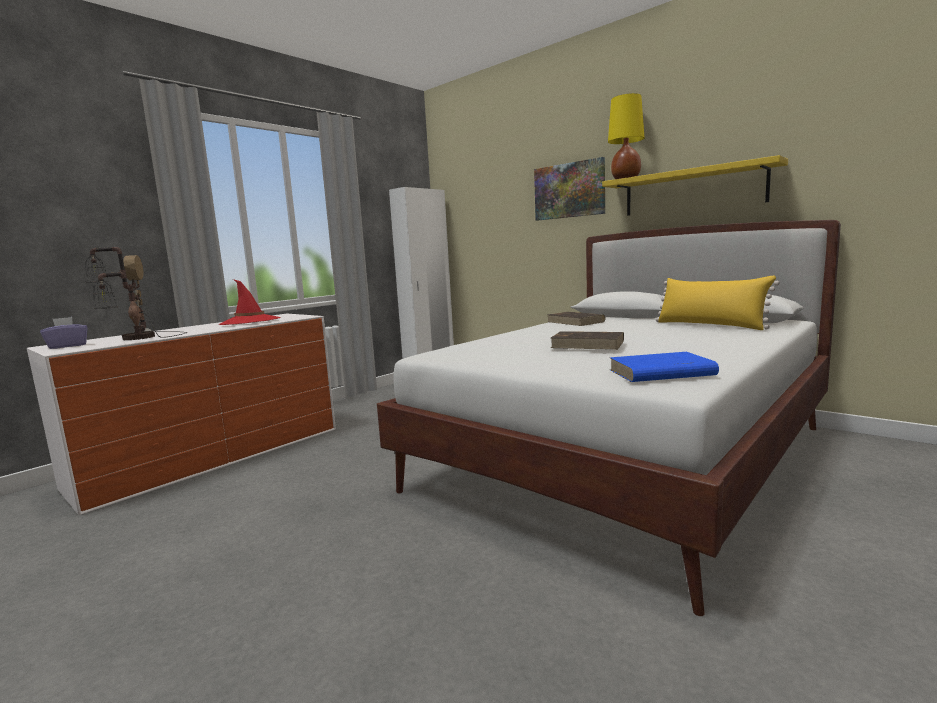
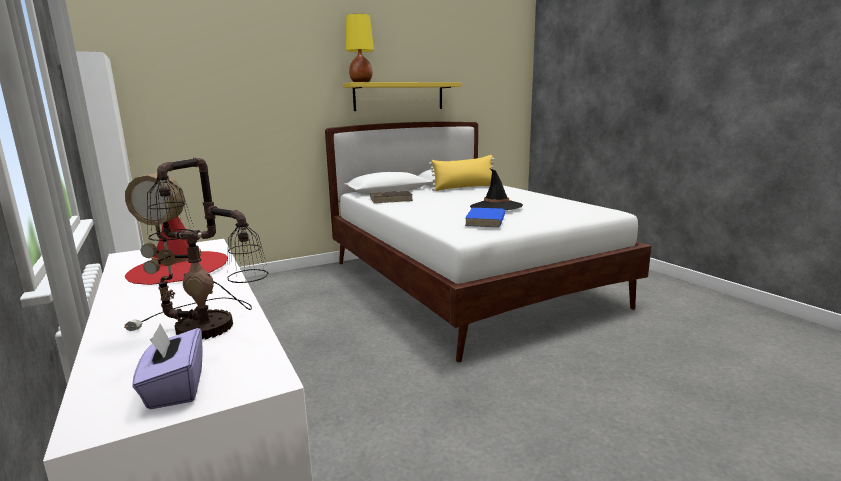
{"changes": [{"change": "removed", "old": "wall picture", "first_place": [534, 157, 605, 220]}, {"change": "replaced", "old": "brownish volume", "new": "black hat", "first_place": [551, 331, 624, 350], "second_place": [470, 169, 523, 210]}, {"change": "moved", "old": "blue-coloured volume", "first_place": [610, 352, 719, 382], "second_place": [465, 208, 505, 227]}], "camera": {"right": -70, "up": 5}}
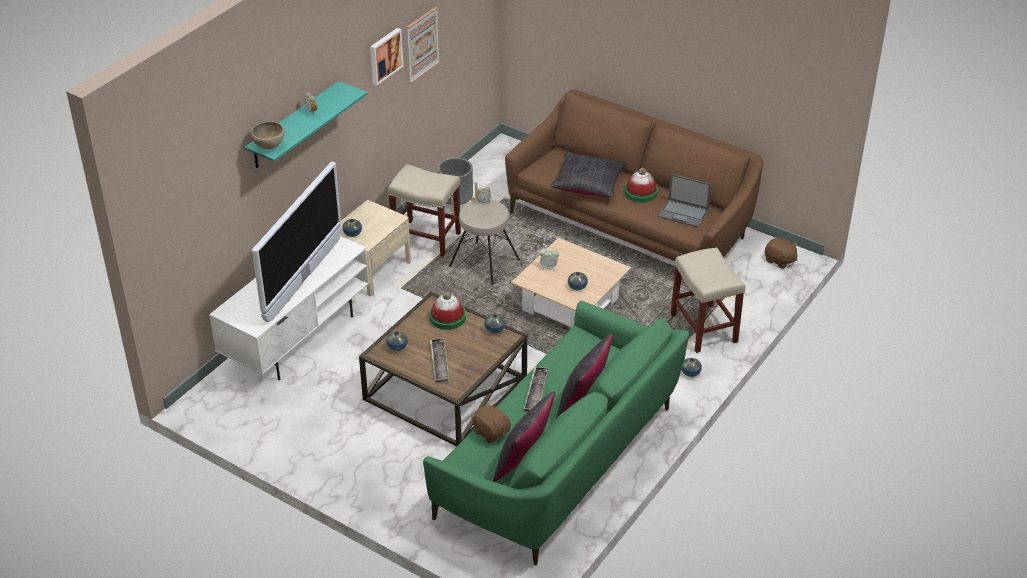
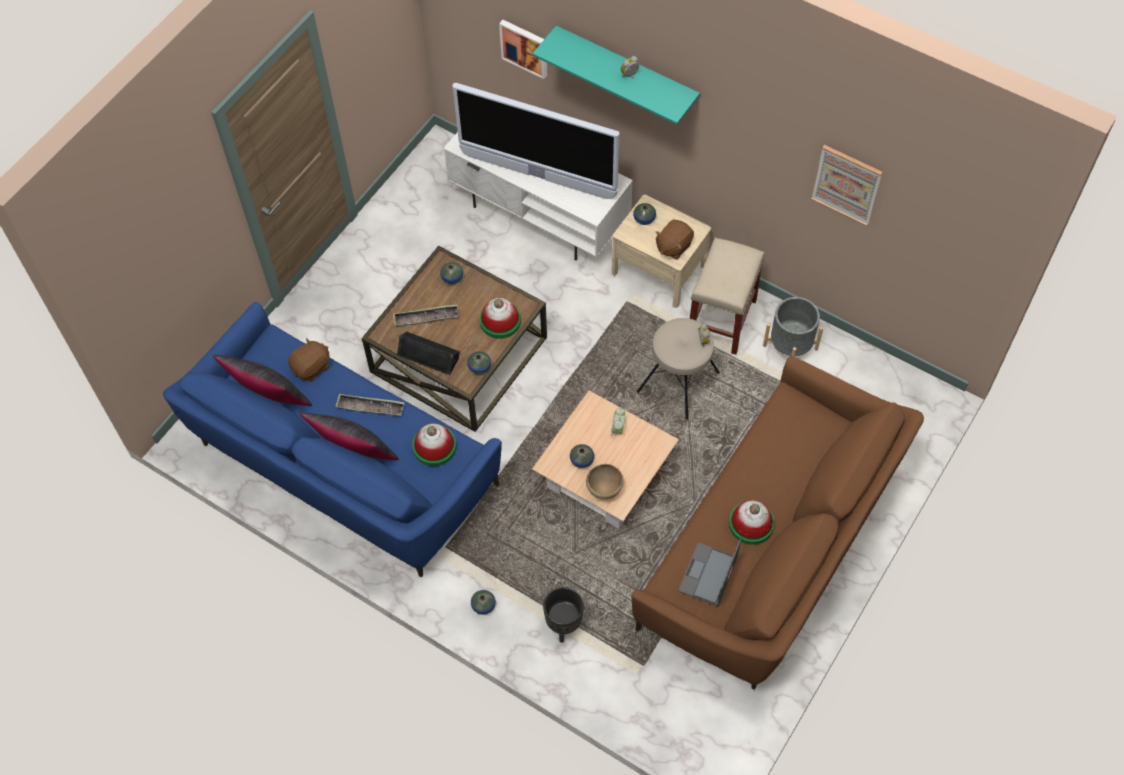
{"changes": [{"change": "moved", "old": "wall picture", "first_place": [370, 28, 403, 85], "second_place": [499, 20, 547, 79]}, {"change": "moved", "old": "brownish bowl", "first_place": [251, 122, 284, 149], "second_place": [586, 464, 624, 499]}, {"change": "removed", "old": "black throw pillow", "first_place": [550, 153, 627, 197]}, {"change": "moved", "old": "brownish cuddly toy", "first_place": [765, 237, 797, 269], "second_place": [655, 219, 694, 260]}, {"change": "replaced", "old": "beige stool", "new": "black flower pot", "first_place": [670, 248, 745, 353], "second_place": [543, 587, 584, 643]}, {"change": "recoloured", "old": "green-coloured couch", "new": "blue-coloured couch", "first_place": [423, 301, 689, 565], "second_place": [163, 302, 502, 578]}, {"change": "added", "new": "black speaker", "second_place": [397, 332, 460, 375]}, {"change": "added", "new": "hat", "second_place": [412, 423, 456, 466]}], "camera": {"right": 90, "up": 20}}
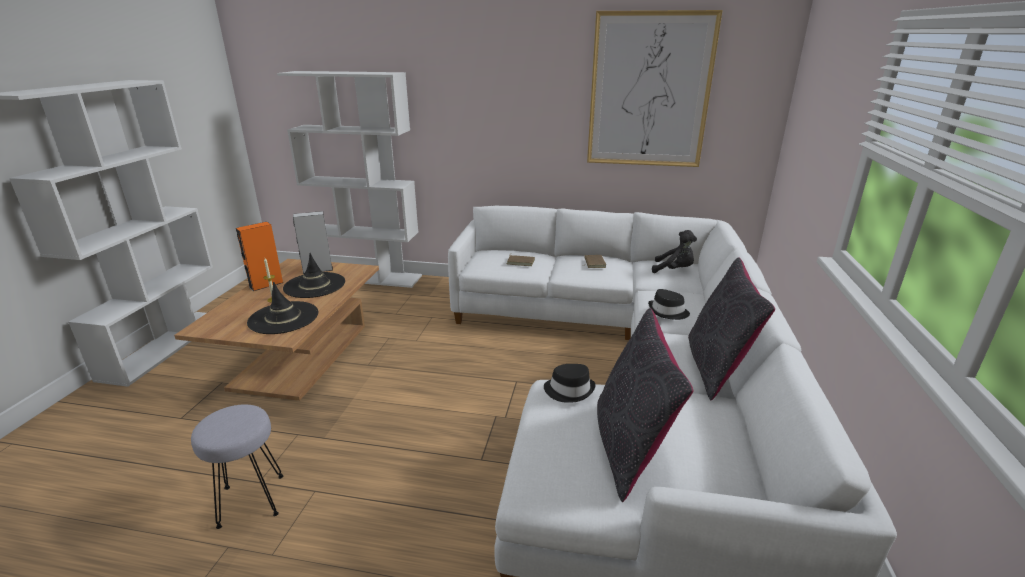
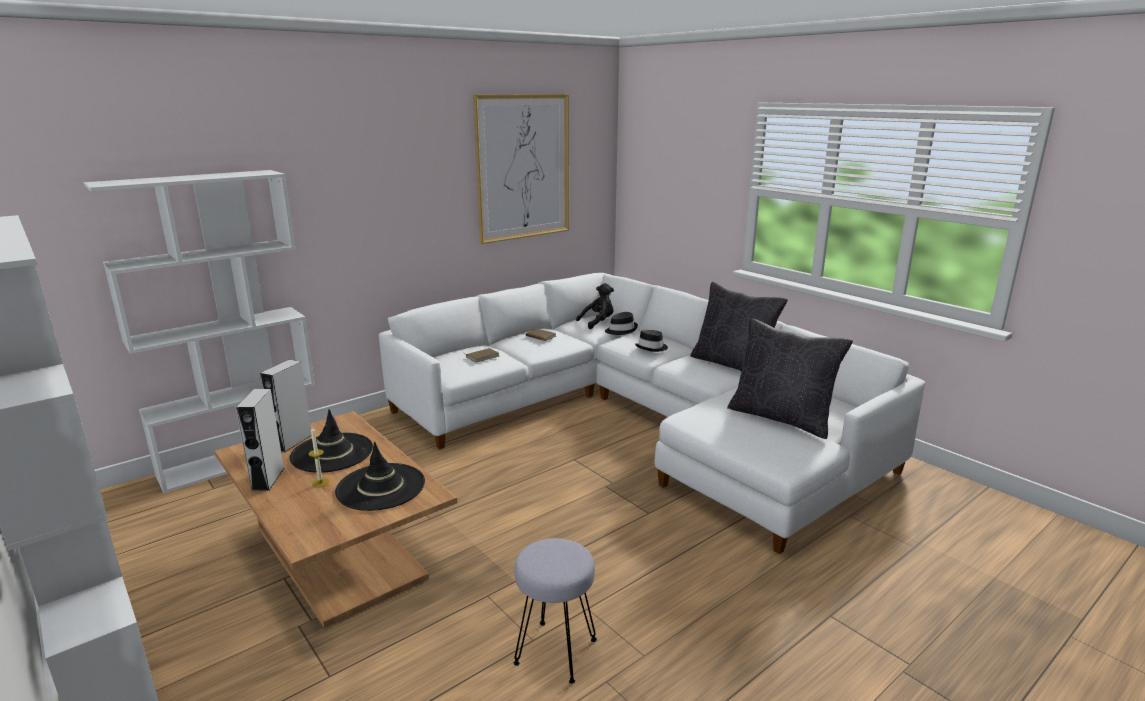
{"changes": [{"change": "recoloured", "old": "orange-coloured speaker", "new": "greyish speaker", "first_place": [236, 222, 284, 291], "second_place": [236, 389, 284, 491]}, {"change": "moved", "old": "black hat", "first_place": [544, 364, 596, 403], "second_place": [605, 312, 638, 335]}], "camera": {"right": -50, "up": -5}}
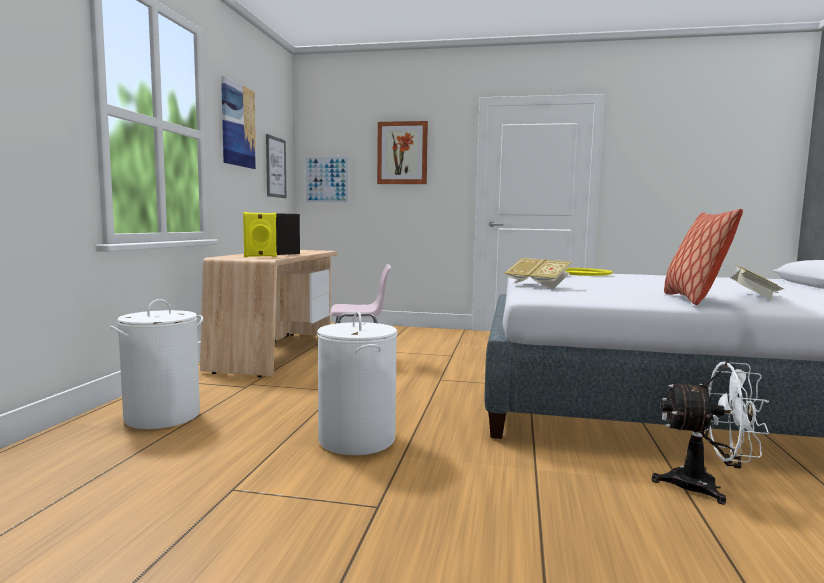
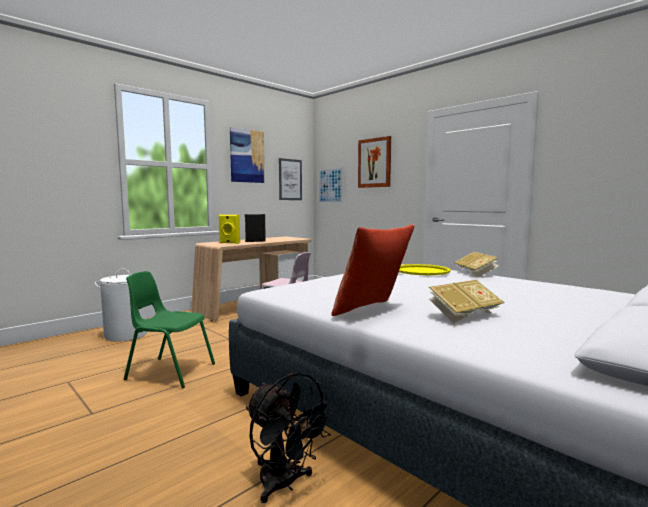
{"changes": [{"change": "moved", "old": "volume", "first_place": [504, 258, 572, 289], "second_place": [454, 252, 498, 277]}, {"change": "replaced", "old": "white-coloured hamper", "new": "green-coloured plain chair", "first_place": [317, 311, 397, 455], "second_place": [124, 271, 215, 388]}, {"change": "recoloured", "old": "white-coloured cooling fan", "new": "black cooling fan", "first_place": [652, 361, 769, 505], "second_place": [246, 373, 336, 503]}], "camera": {"right": 35, "up": 0}}
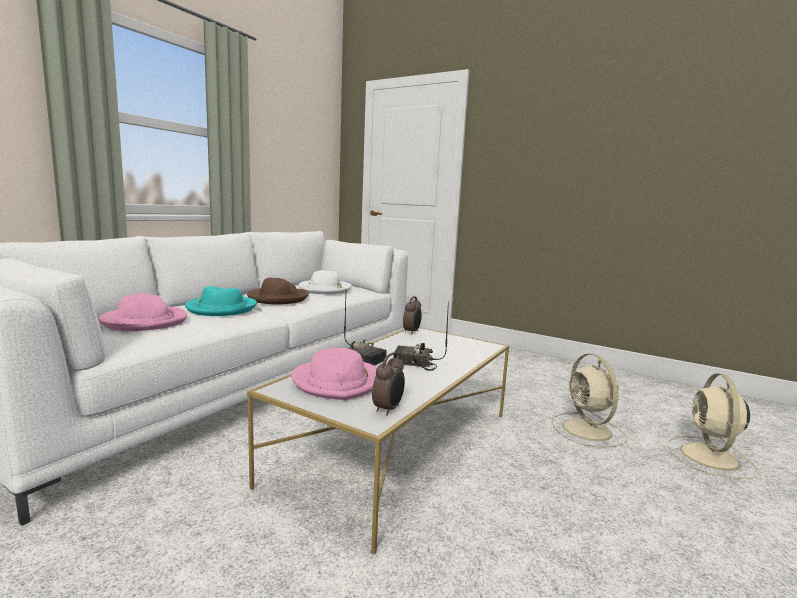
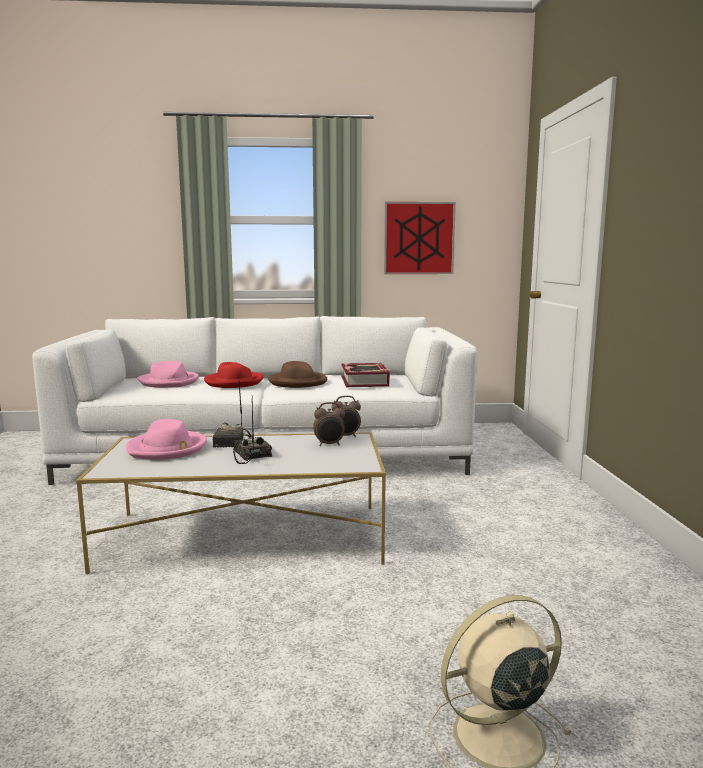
{"changes": [{"change": "replaced", "old": "white-coloured hat", "new": "volume", "first_place": [299, 270, 352, 294], "second_place": [341, 363, 390, 387]}, {"change": "recoloured", "old": "turquoise hat", "new": "reddish hat", "first_place": [185, 286, 257, 316], "second_place": [204, 362, 263, 388]}, {"change": "moved", "old": "bedside clock", "first_place": [372, 352, 405, 416], "second_place": [313, 402, 345, 446]}, {"change": "removed", "old": "beige cooling fan", "first_place": [552, 354, 628, 448]}, {"change": "added", "new": "wall picture", "second_place": [384, 202, 456, 274]}], "camera": {"right": 55, "up": 0}}
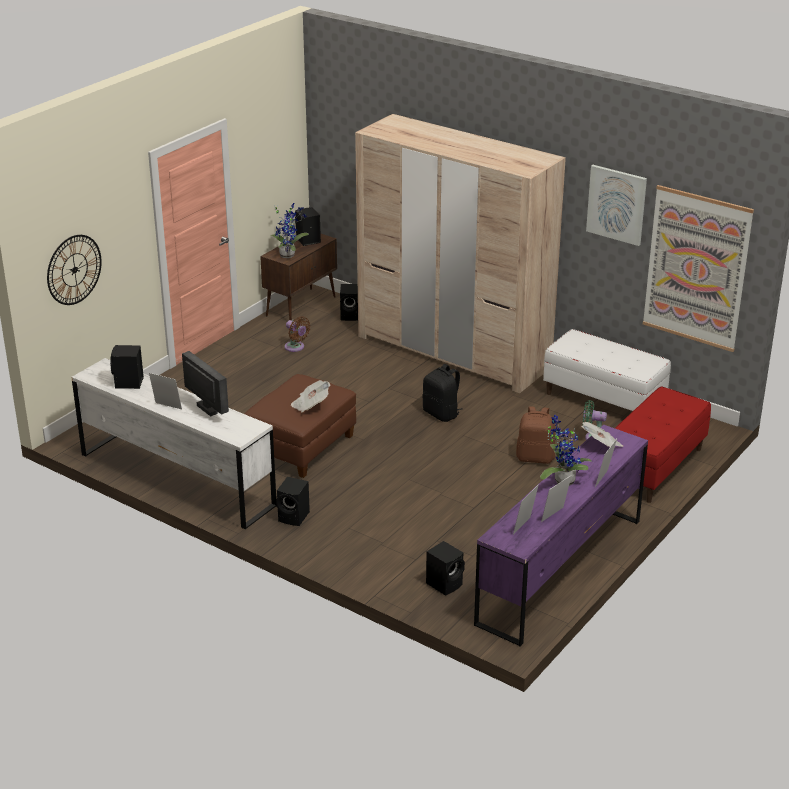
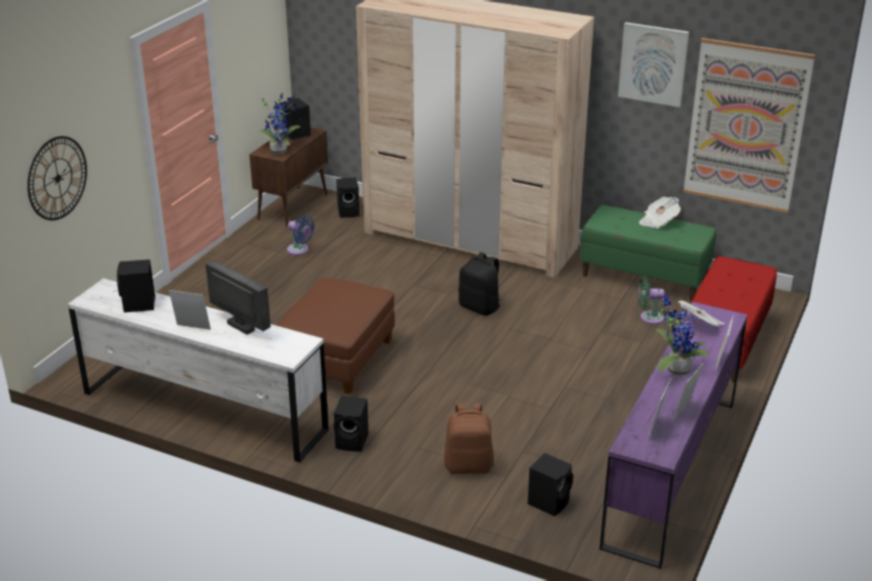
{"changes": [{"change": "recoloured", "old": "brownish cooling fan", "new": "blue-coloured cooling fan", "first_place": [284, 317, 311, 352], "second_place": [287, 216, 315, 255]}, {"change": "recoloured", "old": "white-coloured bench", "new": "green-coloured bench", "first_place": [543, 329, 671, 411], "second_place": [580, 204, 716, 301]}, {"change": "moved", "old": "printed paper", "first_place": [291, 380, 331, 412], "second_place": [639, 197, 681, 229]}, {"change": "moved", "old": "brownish knapsack", "first_place": [516, 406, 555, 464], "second_place": [444, 403, 494, 474]}], "camera": {"right": -10, "up": 0}}
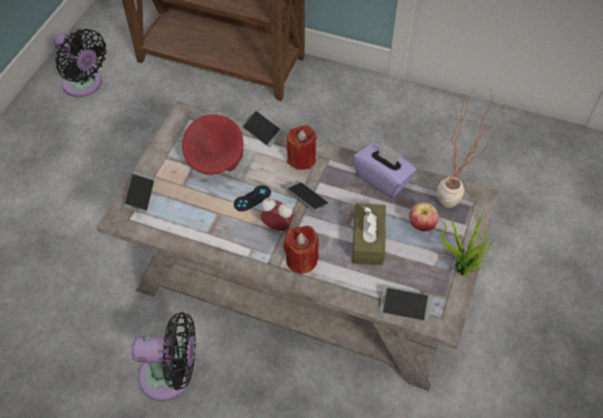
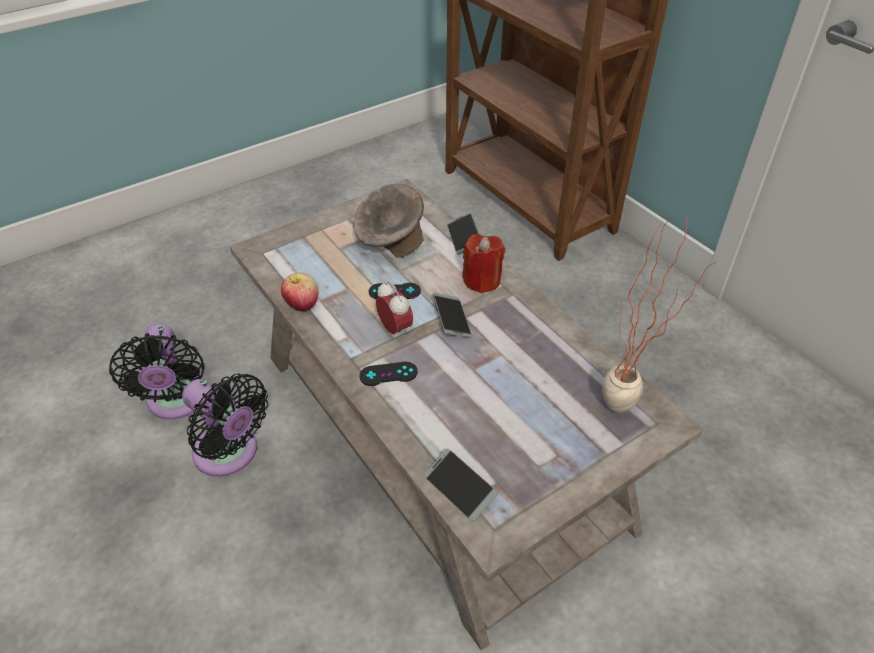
{"changes": [{"change": "moved", "old": "black cooling fan", "first_place": [54, 29, 107, 97], "second_place": [109, 323, 205, 420]}, {"change": "recoloured", "old": "reddish bowl", "new": "greyish bowl", "first_place": [182, 114, 243, 175], "second_place": [353, 184, 424, 258]}, {"change": "removed", "old": "purplish tissue box", "first_place": [353, 142, 417, 198]}, {"change": "removed", "old": "telephone", "first_place": [124, 171, 155, 213]}, {"change": "moved", "old": "apple fruit", "first_place": [409, 202, 439, 231], "second_place": [281, 273, 319, 311]}, {"change": "removed", "old": "brownish tissue box", "first_place": [352, 203, 386, 266]}, {"change": "removed", "old": "houseplant", "first_place": [438, 210, 496, 275]}, {"change": "replaced", "old": "reddish wax light", "new": "black joypad", "first_place": [283, 226, 319, 275], "second_place": [359, 362, 418, 386]}], "camera": {"right": 35, "up": -10}}
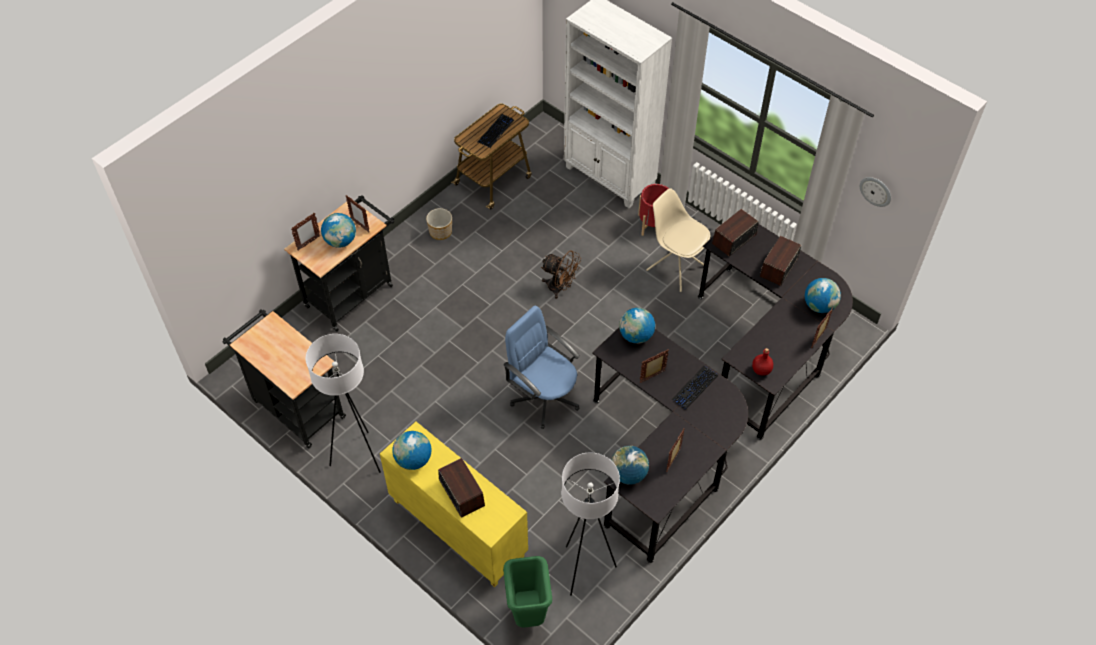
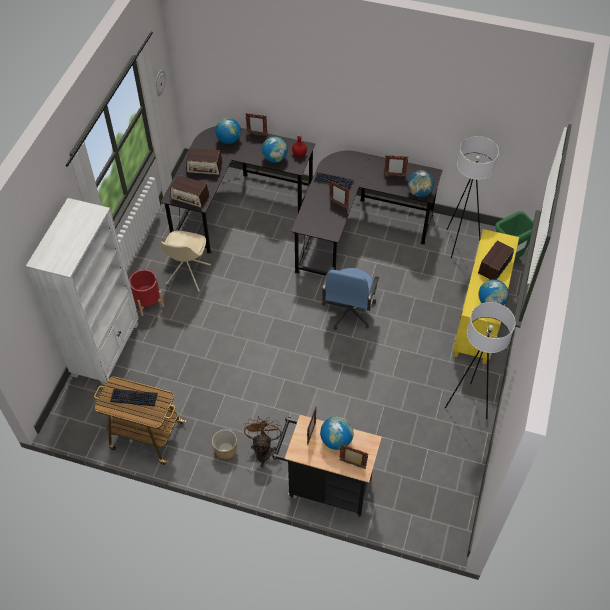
{"changes": [{"change": "moved", "old": "brownish cooling fan", "first_place": [541, 250, 581, 299], "second_place": [244, 416, 282, 468]}, {"change": "moved", "old": "world globe", "first_place": [619, 308, 655, 344], "second_place": [262, 136, 288, 163]}, {"change": "removed", "old": "black wheeled cart", "first_place": [223, 310, 346, 448]}], "camera": {"right": -115, "up": 0}}
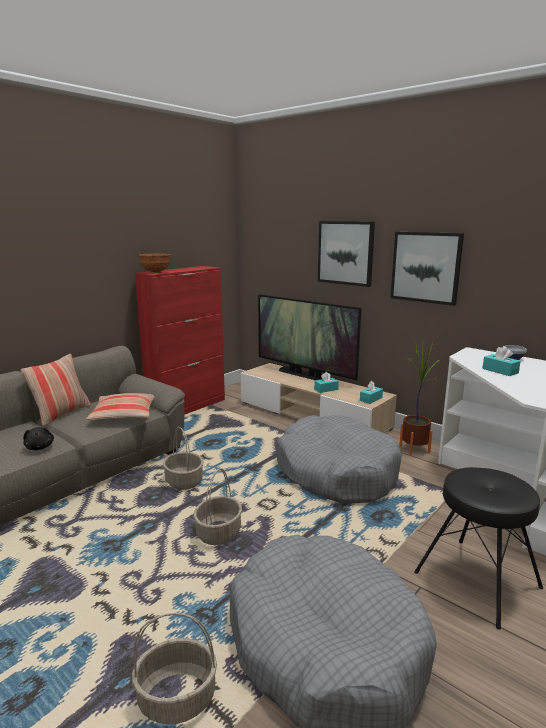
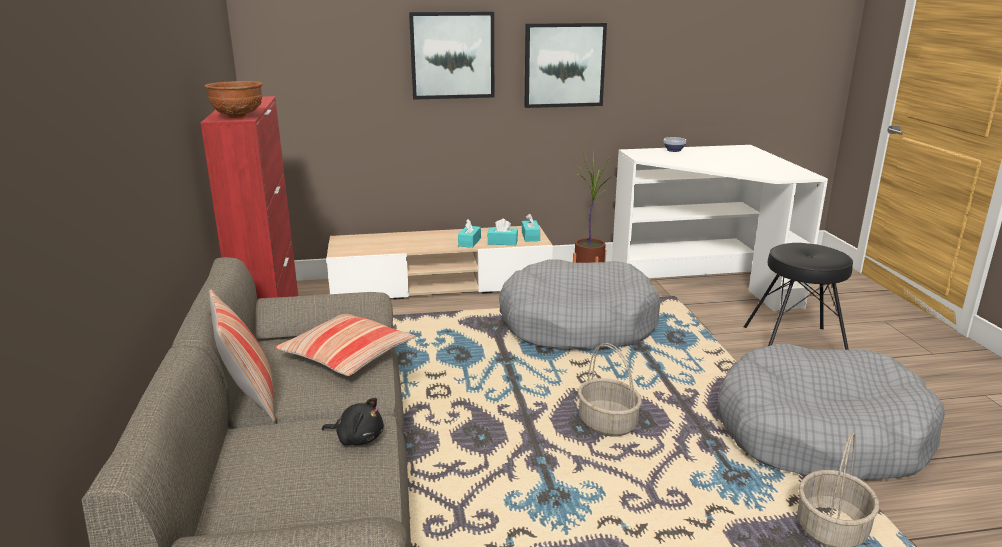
{"changes": [{"change": "removed", "old": "TV", "first_place": [258, 294, 361, 380]}, {"change": "moved", "old": "turquoise tissue box", "first_place": [482, 346, 521, 376], "second_place": [487, 219, 518, 245]}, {"change": "removed", "old": "household basket", "first_place": [163, 427, 203, 490]}], "camera": {"right": -50, "up": 5}}
